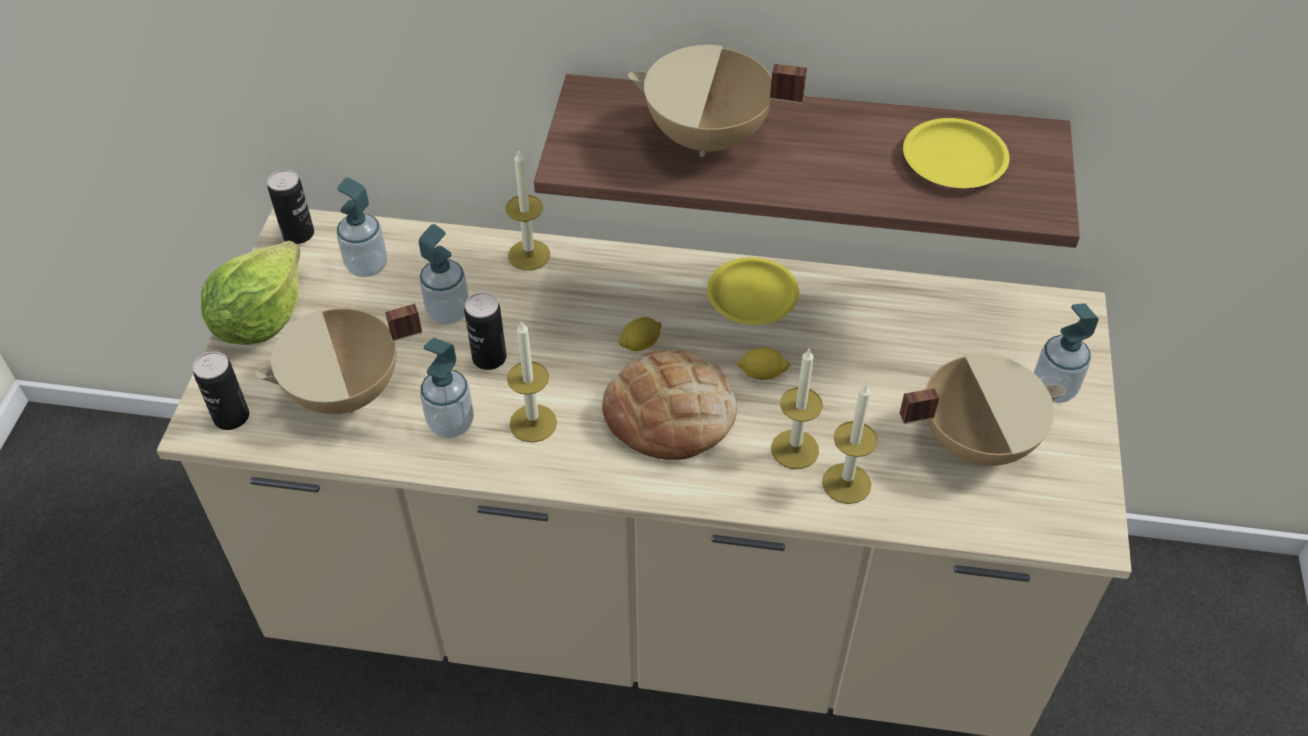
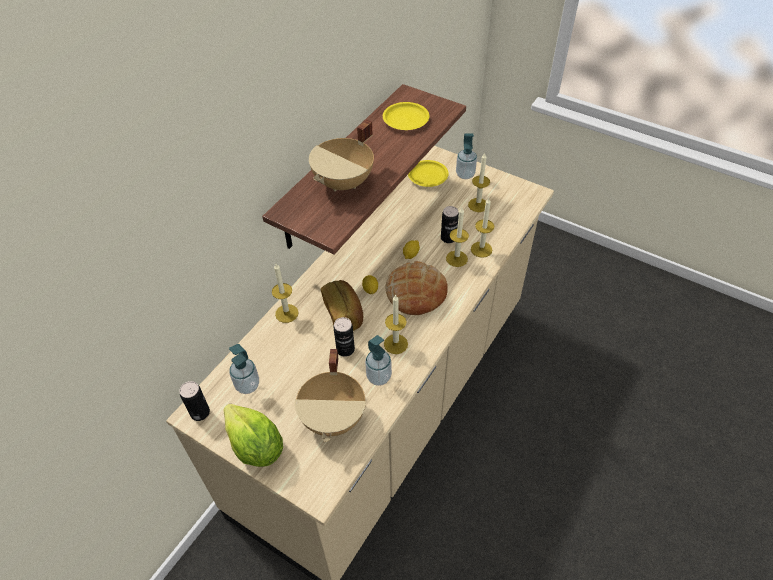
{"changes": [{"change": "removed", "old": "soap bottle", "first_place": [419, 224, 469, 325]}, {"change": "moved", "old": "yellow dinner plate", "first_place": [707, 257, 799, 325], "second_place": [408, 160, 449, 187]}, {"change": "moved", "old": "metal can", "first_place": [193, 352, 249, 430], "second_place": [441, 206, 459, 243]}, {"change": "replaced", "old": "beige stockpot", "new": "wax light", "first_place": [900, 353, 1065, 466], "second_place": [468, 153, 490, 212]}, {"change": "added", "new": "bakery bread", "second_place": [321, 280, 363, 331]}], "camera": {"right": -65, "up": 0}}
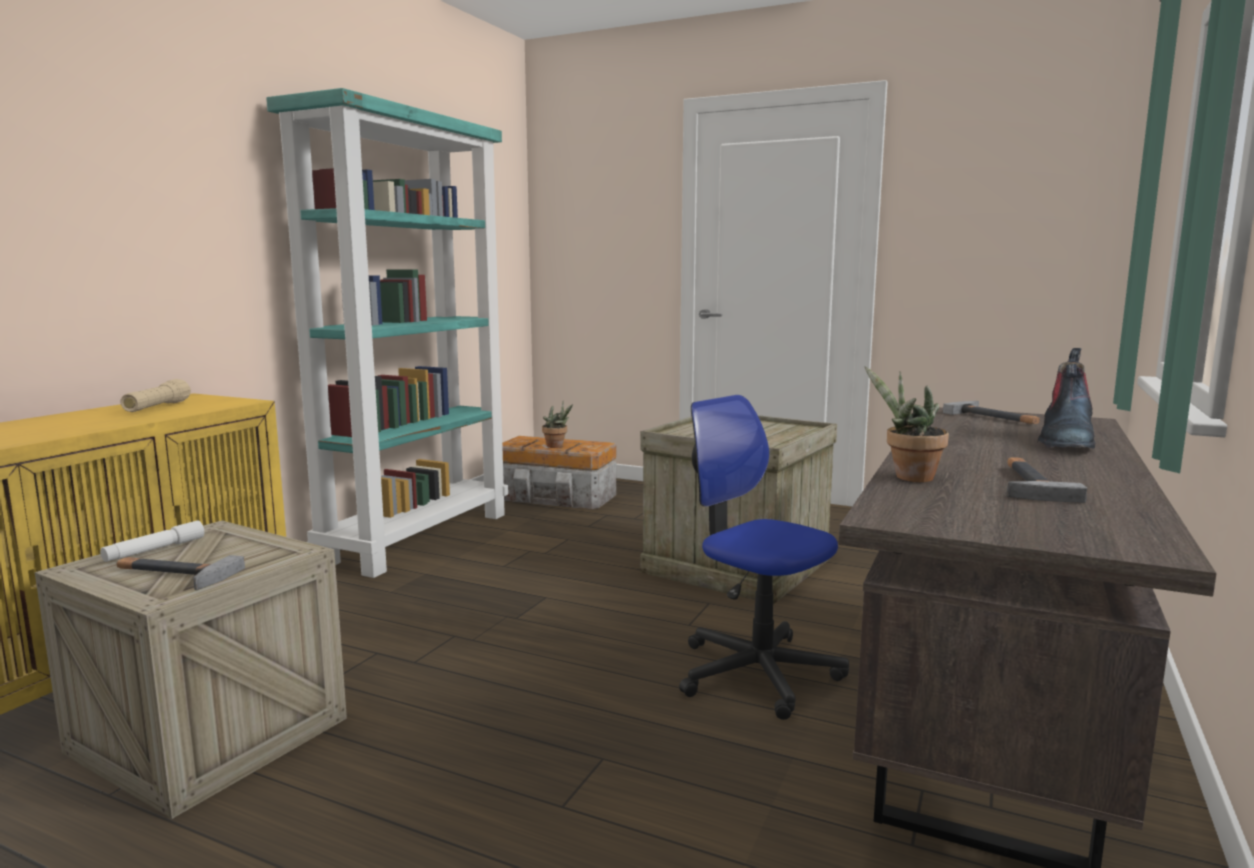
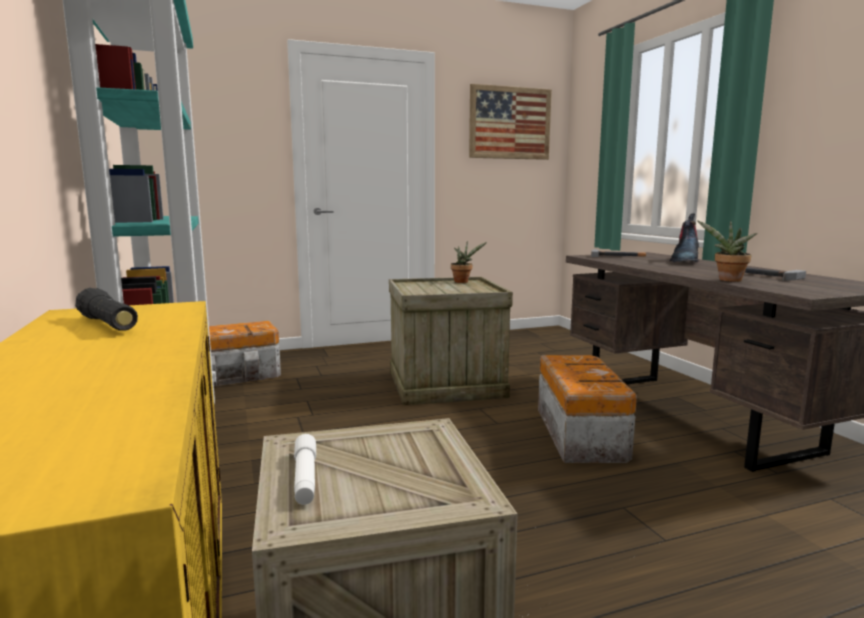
{"changes": [{"change": "turned", "old": "boot", "first_place": [1038, 348, 1096, 449], "second_place": [670, 213, 699, 263], "degrees": 45}, {"change": "recoloured", "old": "beige torch", "new": "black torch", "first_place": [120, 379, 191, 412], "second_place": [75, 288, 138, 331]}, {"change": "replaced", "old": "desk chair", "new": "storage box", "first_place": [679, 395, 849, 720], "second_place": [538, 355, 637, 463]}, {"change": "moved", "old": "houseplant", "first_place": [542, 401, 573, 448], "second_place": [451, 241, 487, 283]}, {"change": "removed", "old": "hammer", "first_place": [117, 555, 245, 590]}, {"change": "added", "new": "wall picture", "second_place": [469, 84, 552, 160]}], "camera": {"right": -45, "up": 0}}
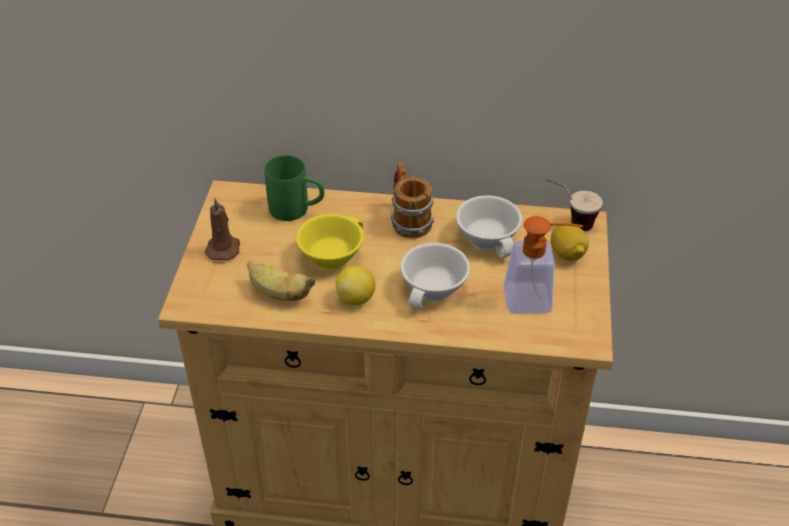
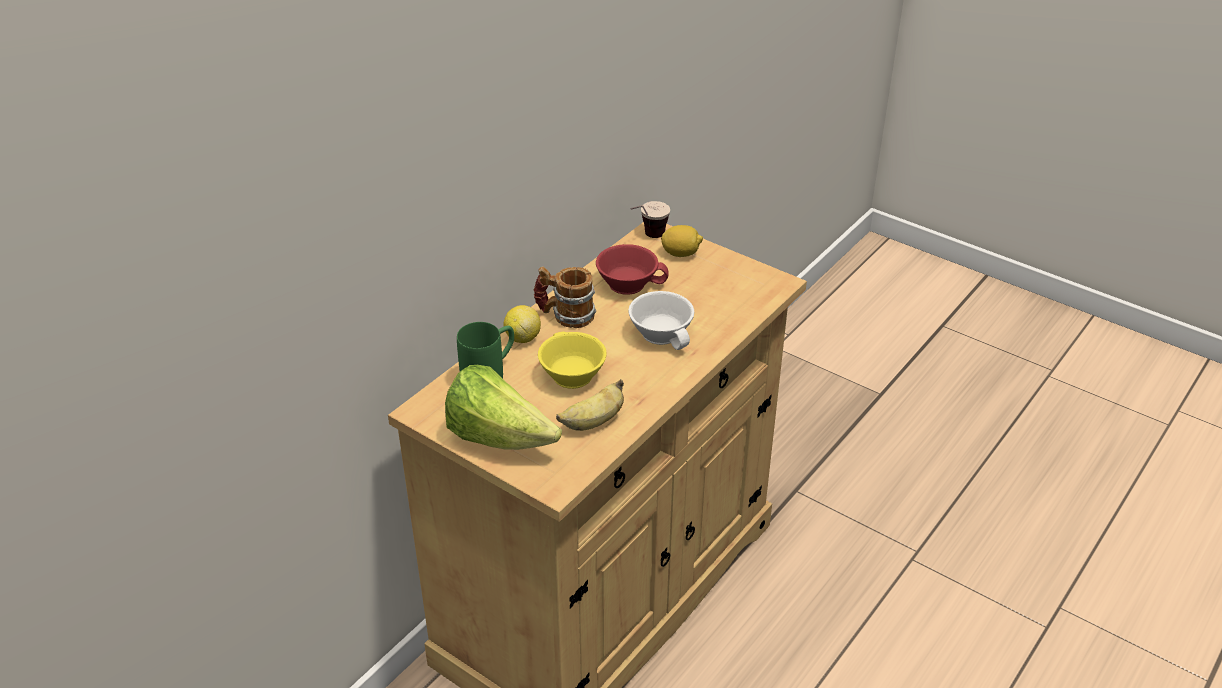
{"changes": [{"change": "recoloured", "old": "white-coloured drinking cup", "new": "reddish drinking cup", "first_place": [456, 195, 522, 258], "second_place": [596, 244, 669, 295]}, {"change": "replaced", "old": "brownish wax light", "new": "lettuce", "first_place": [205, 198, 240, 260], "second_place": [445, 365, 562, 450]}, {"change": "removed", "old": "soap bottle", "first_place": [504, 216, 583, 314]}, {"change": "moved", "old": "lemon", "first_place": [336, 266, 375, 305], "second_place": [504, 305, 541, 343]}], "camera": {"right": -60, "up": -5}}
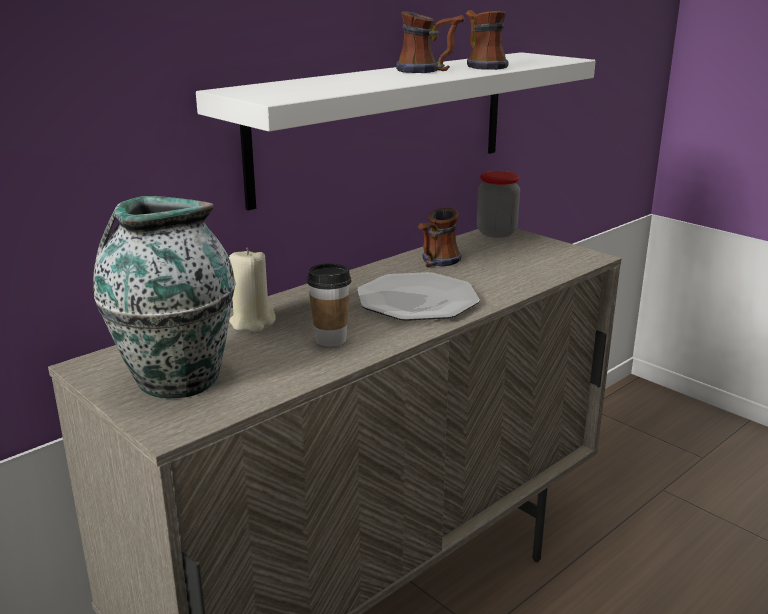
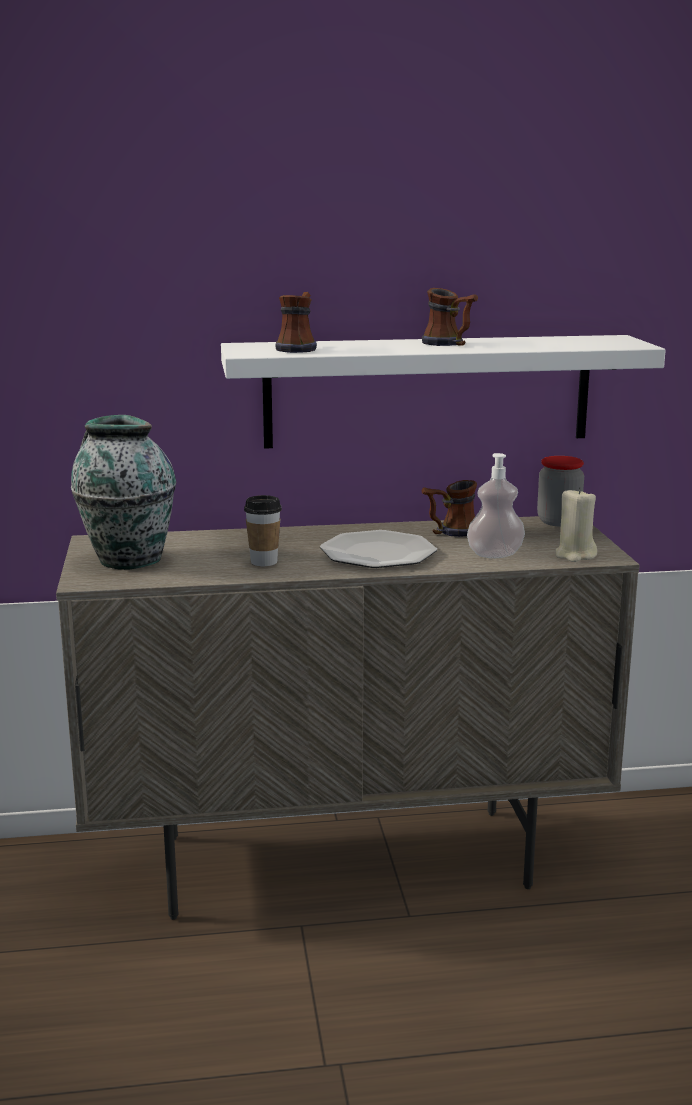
{"changes": [{"change": "moved", "old": "mug", "first_place": [466, 10, 508, 70], "second_place": [276, 292, 317, 353]}, {"change": "moved", "old": "beige wax light", "first_place": [229, 248, 275, 332], "second_place": [556, 487, 597, 562]}, {"change": "added", "new": "soap bottle", "second_place": [467, 453, 525, 558]}], "camera": {"right": 35, "up": -5}}
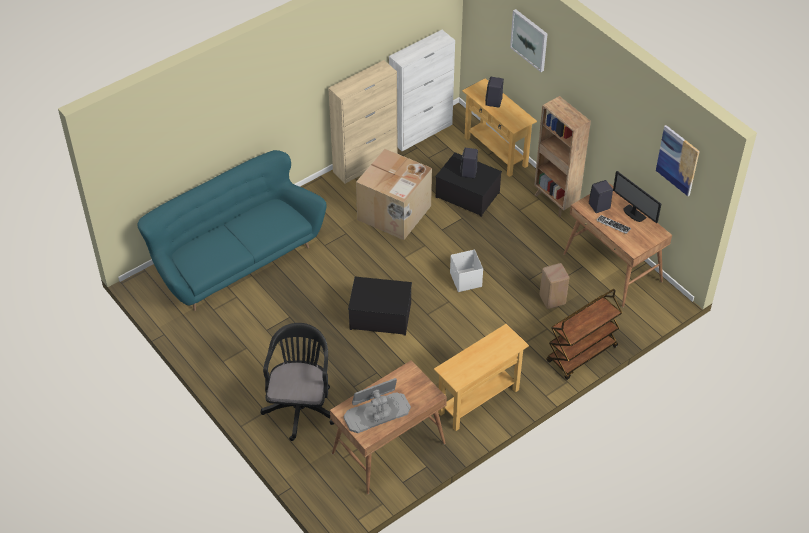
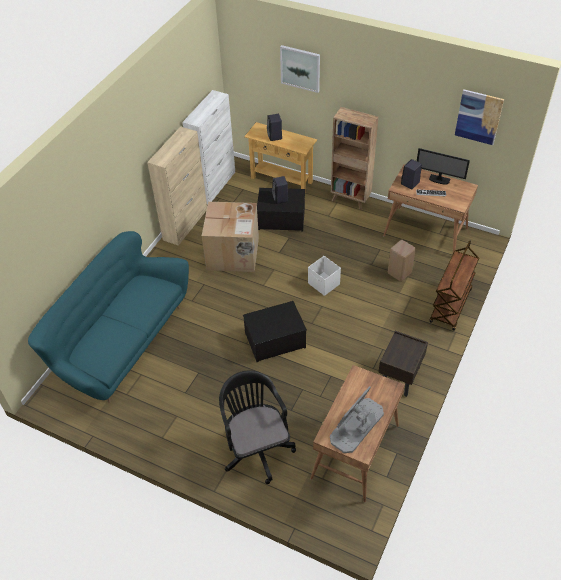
{"changes": [{"change": "replaced", "old": "beige console table", "new": "brownish bedside table", "first_place": [434, 324, 529, 431], "second_place": [378, 331, 428, 397]}], "camera": {"right": -25, "up": 0}}
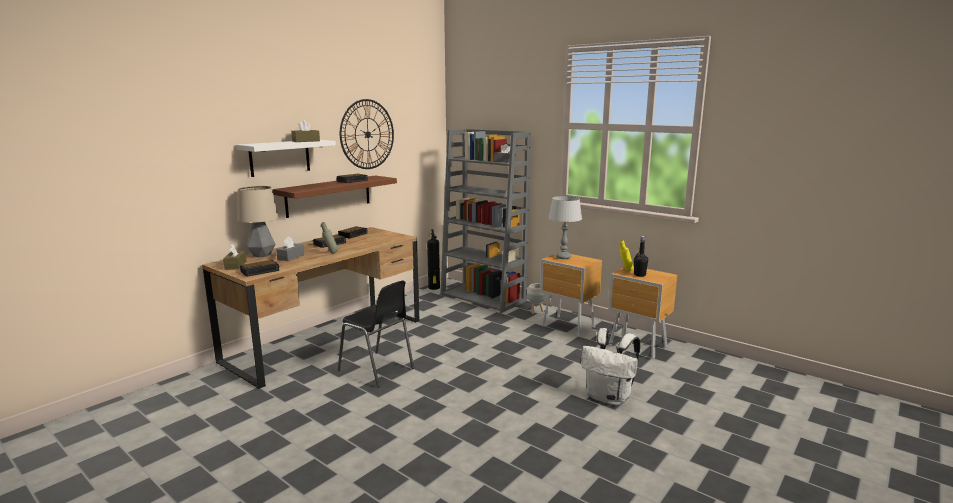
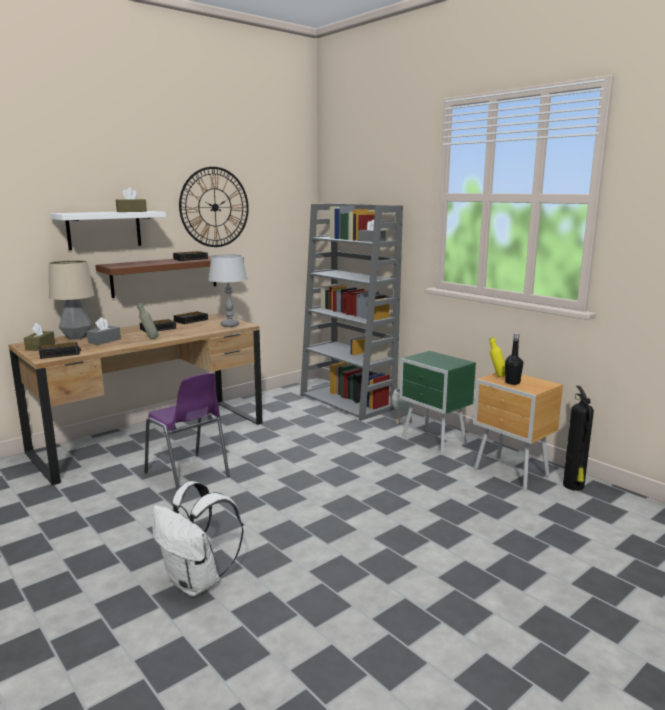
{"changes": [{"change": "moved", "old": "greyish lamp for a table", "first_place": [548, 196, 582, 259], "second_place": [208, 254, 247, 327]}, {"change": "moved", "old": "fire extinguisher", "first_place": [427, 229, 440, 290], "second_place": [563, 386, 594, 491]}, {"change": "recoloured", "old": "brownish bedside table", "new": "green-coloured bedside table", "first_place": [540, 254, 602, 337], "second_place": [400, 351, 476, 456]}, {"change": "recoloured", "old": "black plain chair", "new": "purplish plain chair", "first_place": [338, 281, 414, 388], "second_place": [144, 373, 230, 490]}, {"change": "moved", "old": "white-coloured knapsack", "first_place": [581, 328, 640, 405], "second_place": [152, 481, 244, 596]}], "camera": {"right": 10, "up": 0}}
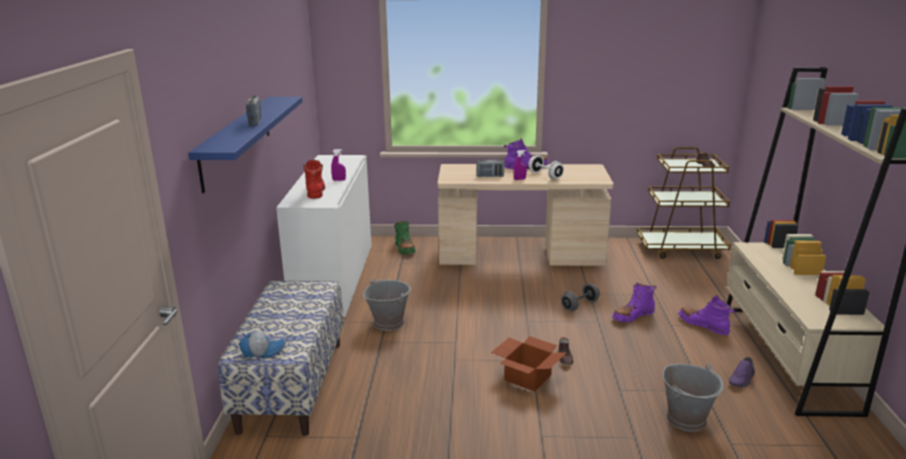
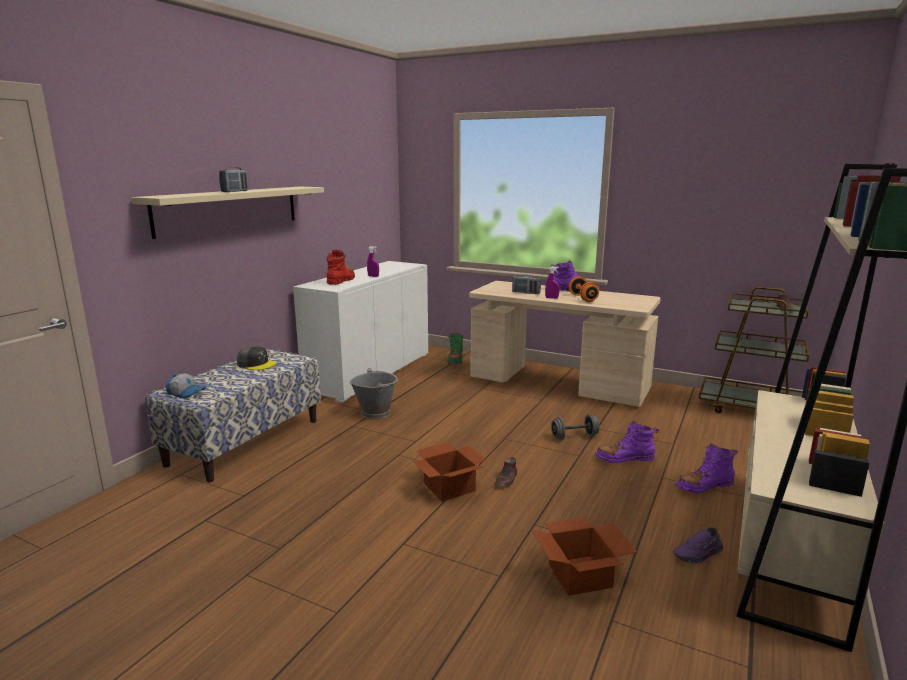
{"changes": [{"change": "recoloured", "old": "blue-coloured wall shelf", "new": "beige wall shelf", "first_place": [188, 97, 302, 193], "second_place": [132, 187, 324, 239]}, {"change": "recoloured", "old": "white-coloured dumbbell", "new": "orange-coloured dumbbell", "first_place": [528, 155, 564, 179], "second_place": [569, 276, 599, 302]}, {"change": "turned", "old": "purplish boot", "first_place": [679, 295, 735, 335], "second_place": [675, 444, 738, 494], "degrees": -90}, {"change": "replaced", "old": "greyish bucket", "new": "packing box", "first_place": [663, 364, 724, 432], "second_place": [531, 517, 638, 596]}, {"change": "added", "new": "greyish baseball cap", "second_place": [237, 346, 276, 370]}], "camera": {"right": 25, "up": -5}}
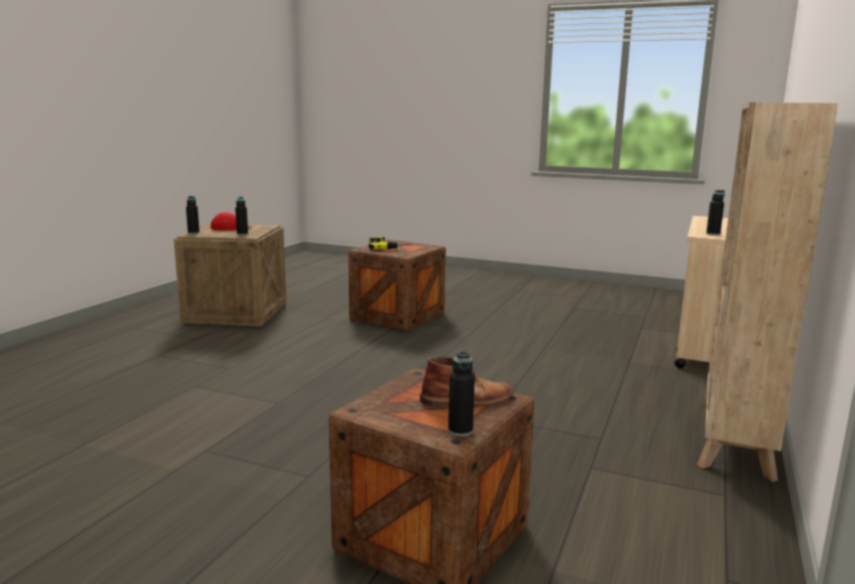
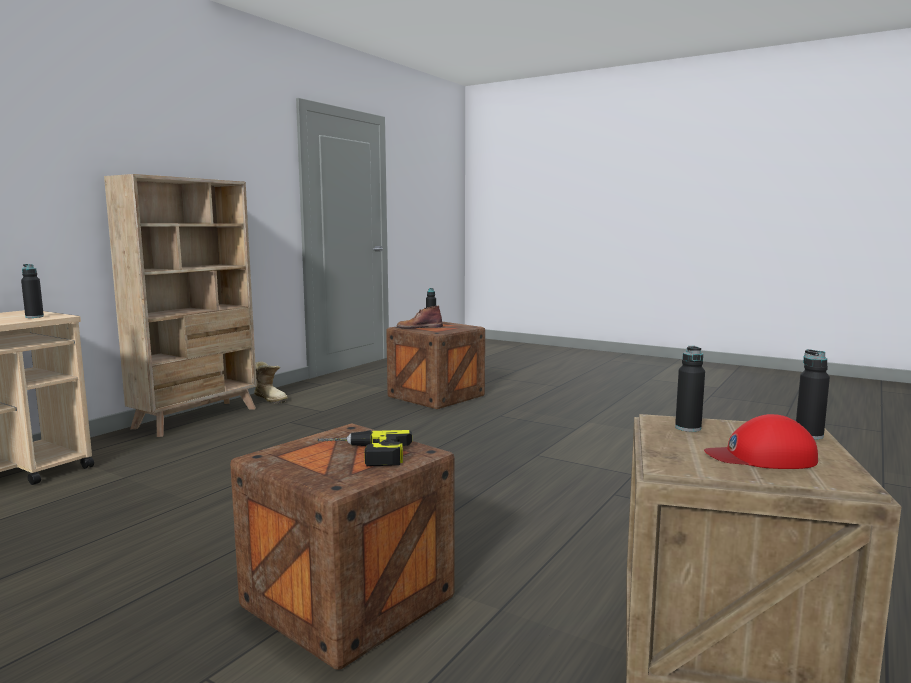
{"changes": [{"change": "added", "new": "boot", "second_place": [254, 361, 288, 404]}], "camera": {"right": -170, "up": -5}}
